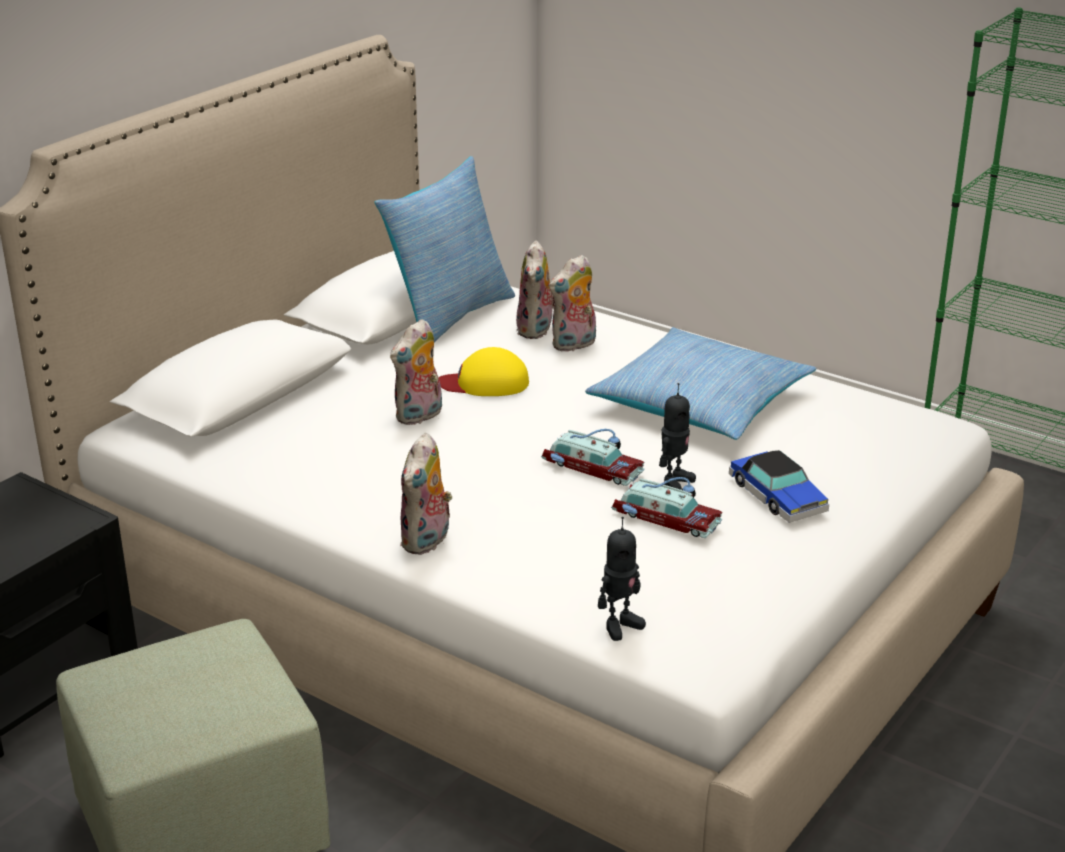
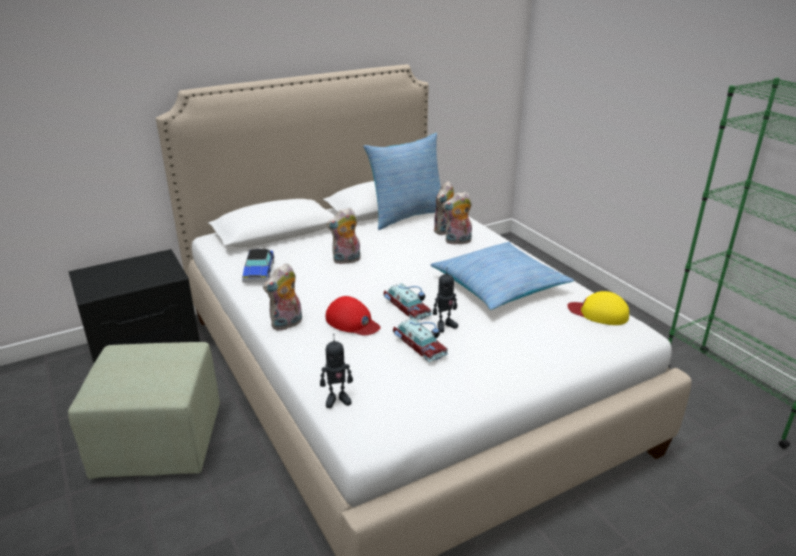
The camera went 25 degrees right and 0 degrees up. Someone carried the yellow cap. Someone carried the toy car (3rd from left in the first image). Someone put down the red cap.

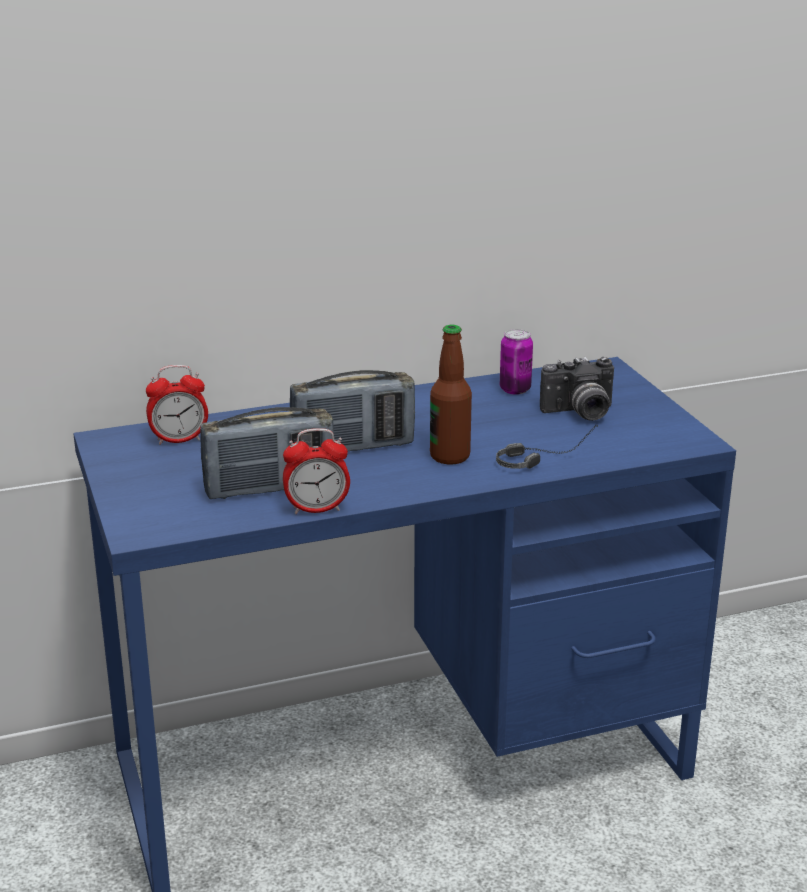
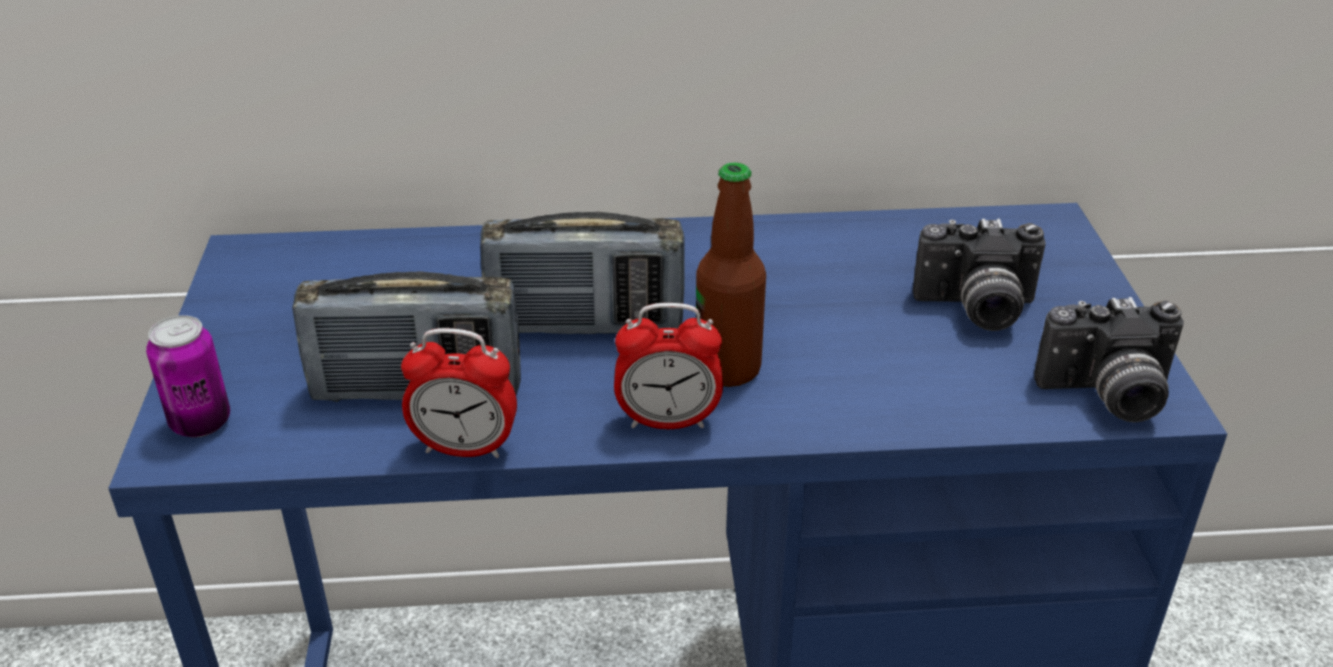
The camera went 15 degrees right and 10 degrees up. Someone carried the alarm clock (1st from left in the first image). Someone took away the headphones. Someone carried the can. Someone put down the photo camera (2nd from left).

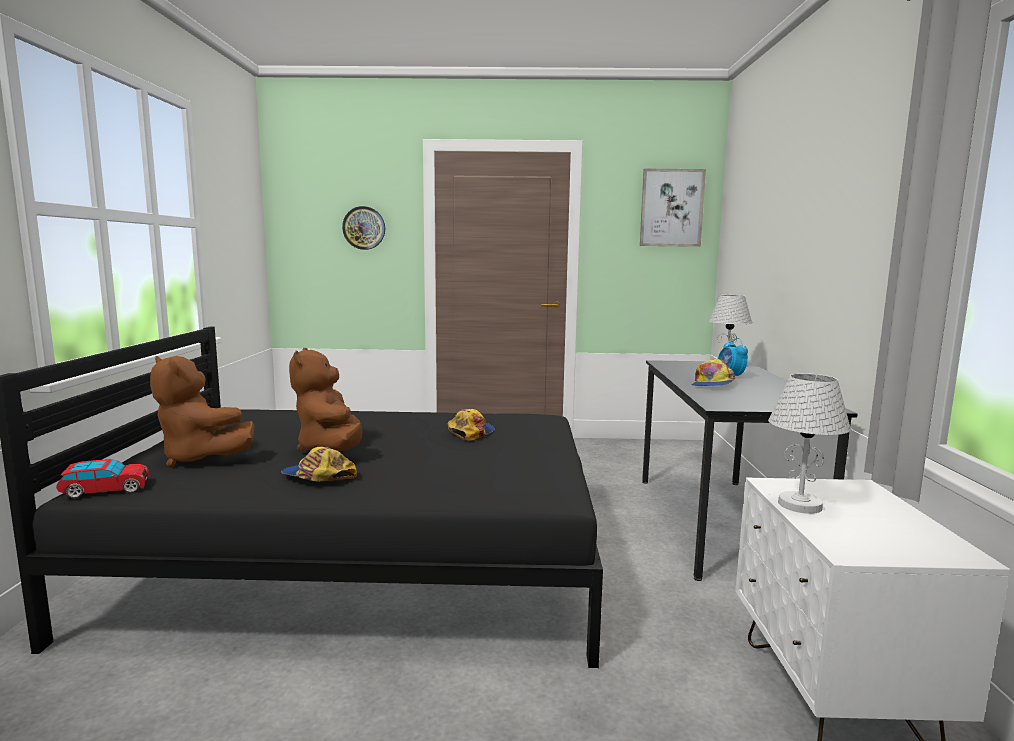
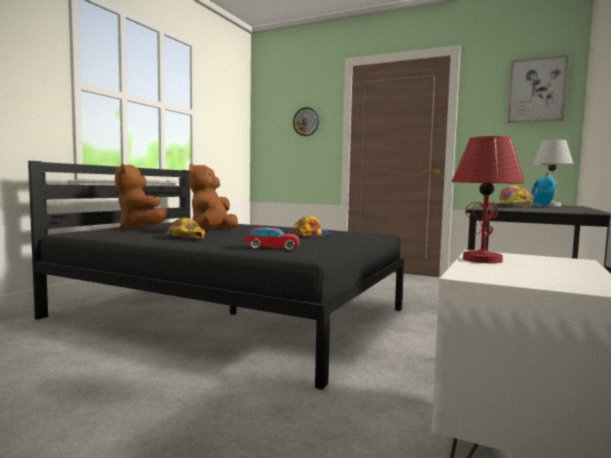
The camera went 25 degrees right and 5 degrees down. Someone carried the toy car. Someone repainted the white table lamp (2nd from left), which became the red table lamp.

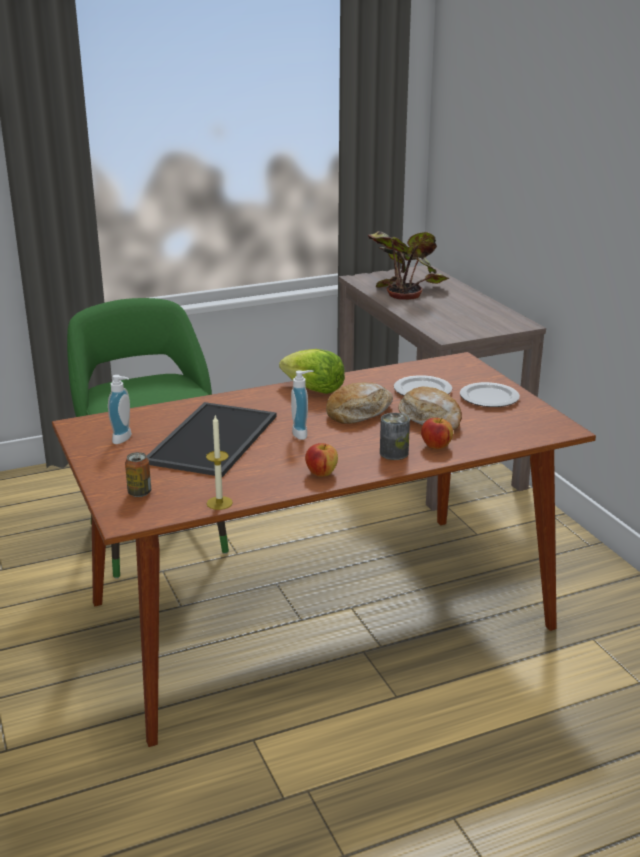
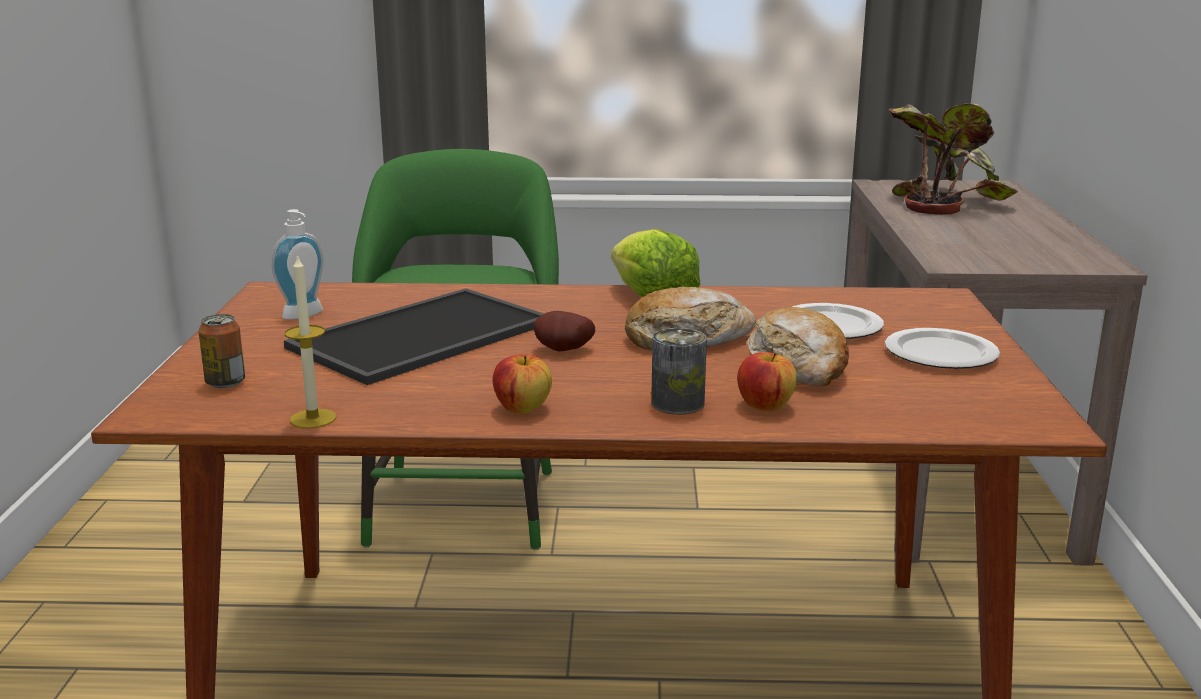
The camera went 25 degrees right and 5 degrees down. Someone swapped the soap dispenser (2nd from left) for the potato.

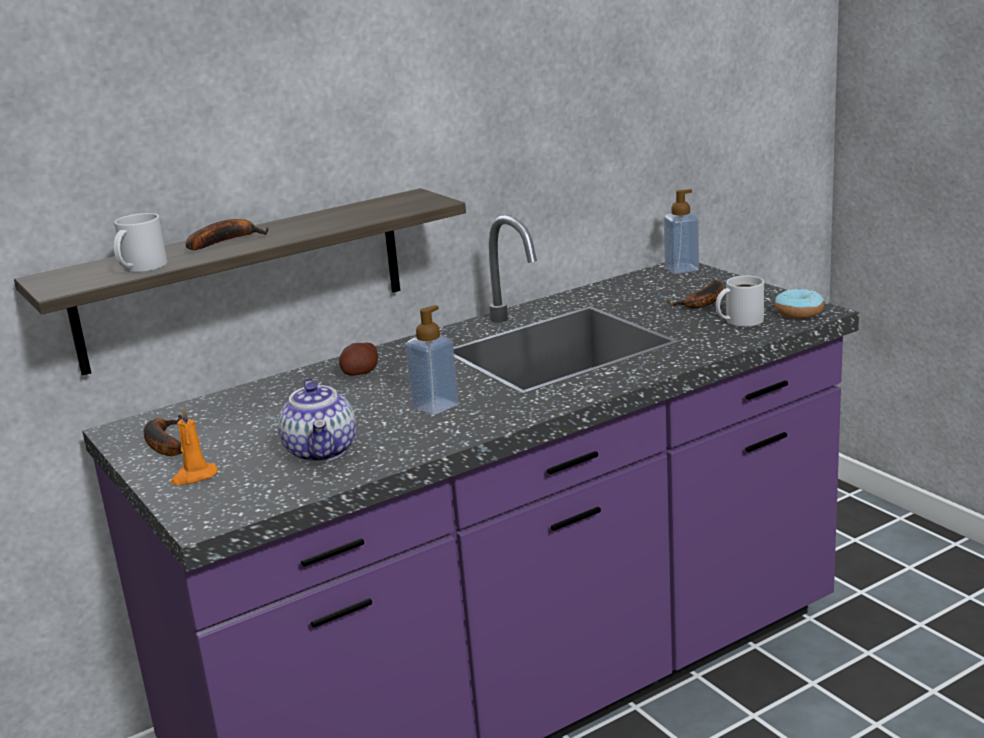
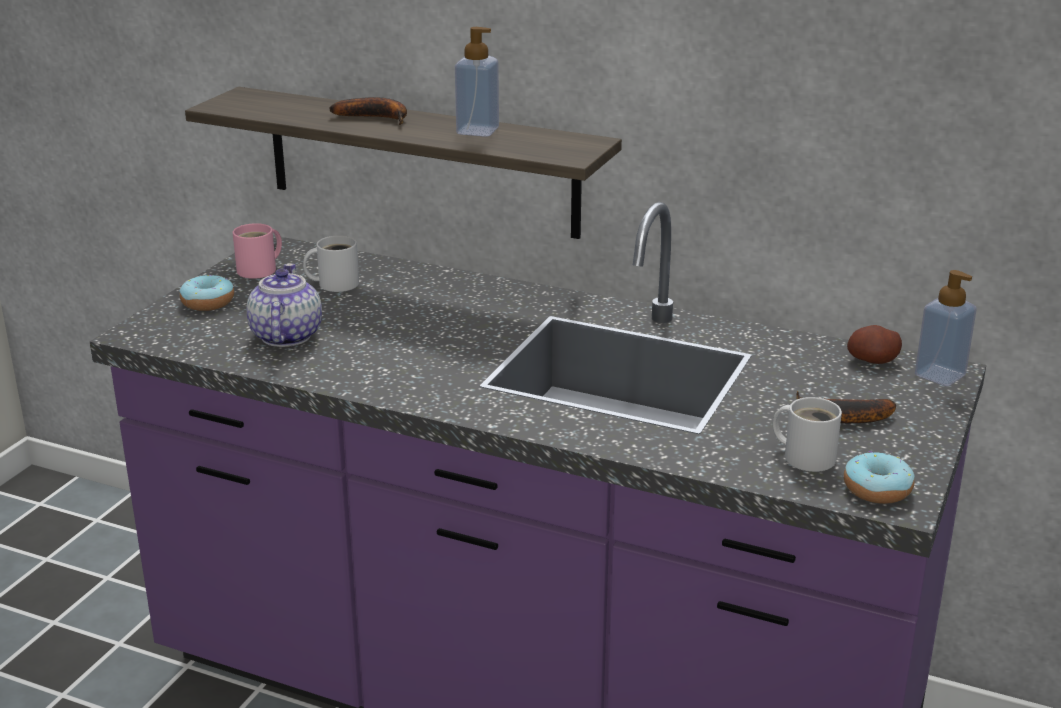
The camera went 55 degrees right and 5 degrees up. Someone carried the white mug (1st from left). Someone swapped the banana (1st from left) for the pink mug. Someone swapped the orange candle for the donut (1st from left). Someone rotated the teapot by 135 degrees clockwise. Someone carried the potato. Someone carried the soap dispenser (1st from left).

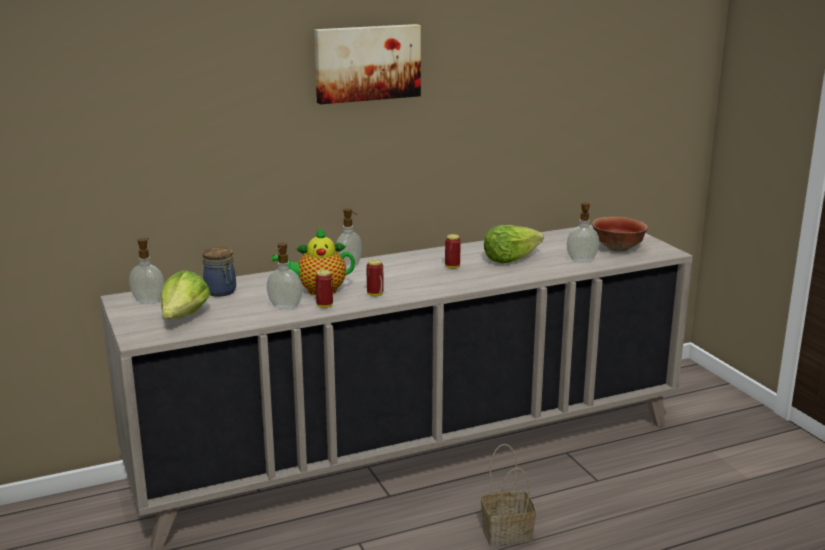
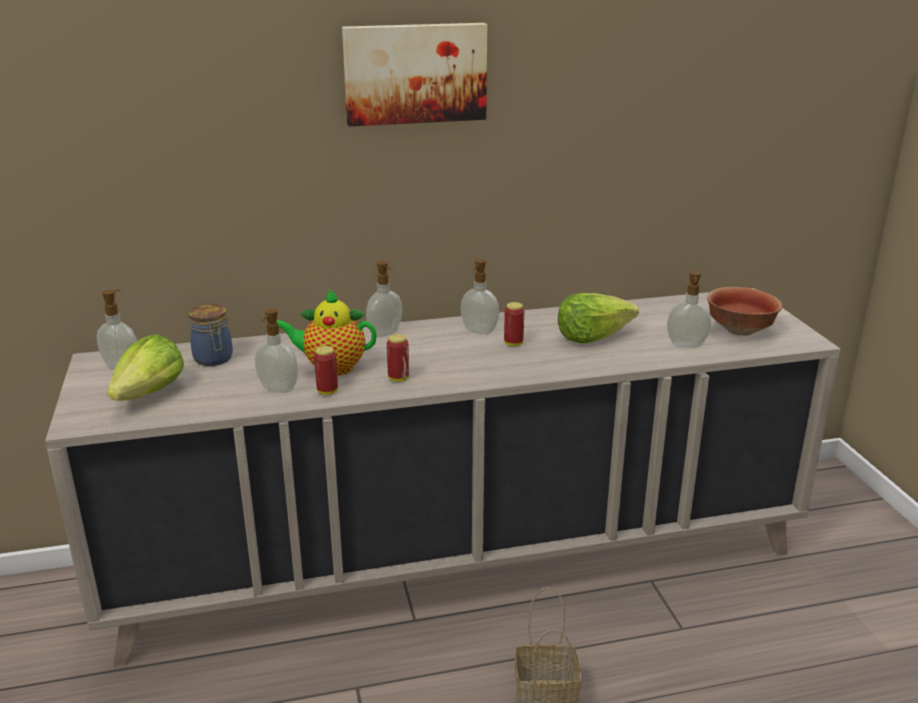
The camera went 10 degrees right and 5 degrees up. Someone put down the soap dispenser (4th from left).

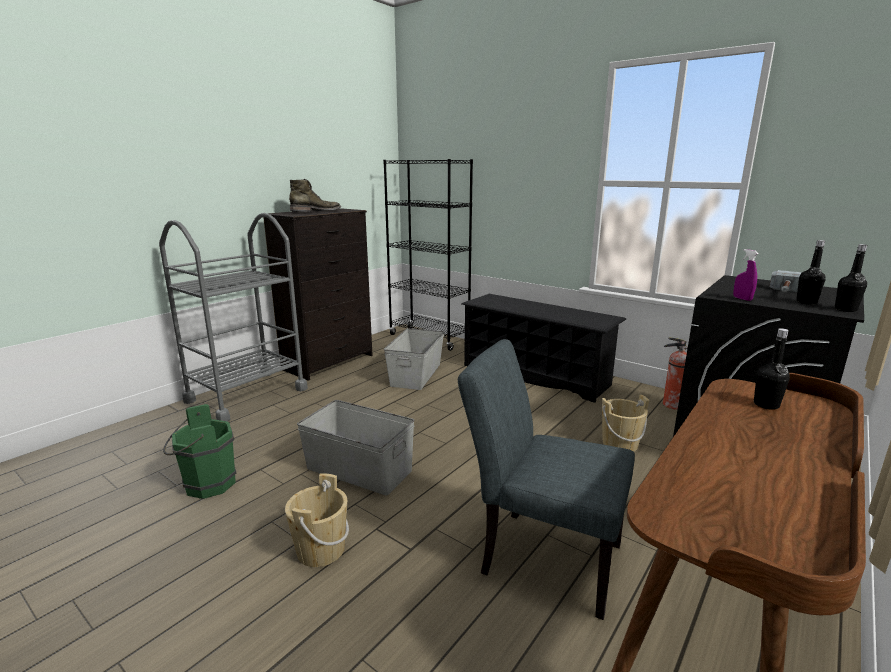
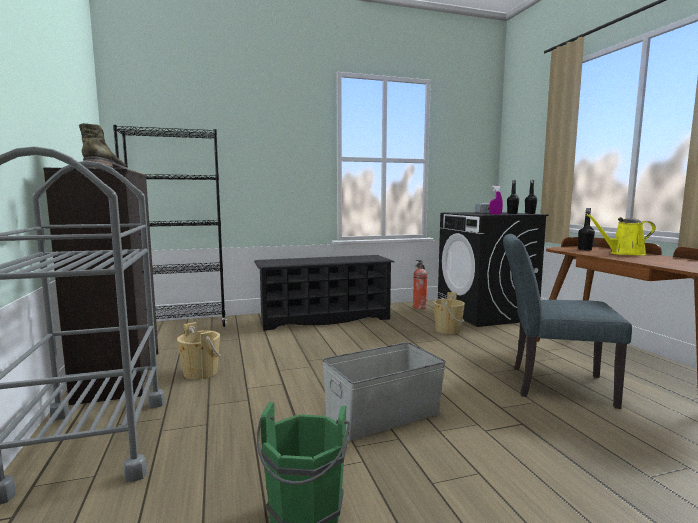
The camera went 55 degrees left and 10 degrees down. Someone carried the beige bucket (1st from left). Someone took away the grey storage box (2nd from left). Someone rotated the grey chair by 45 degrees clockwise. Someone put down the yellow watering can.

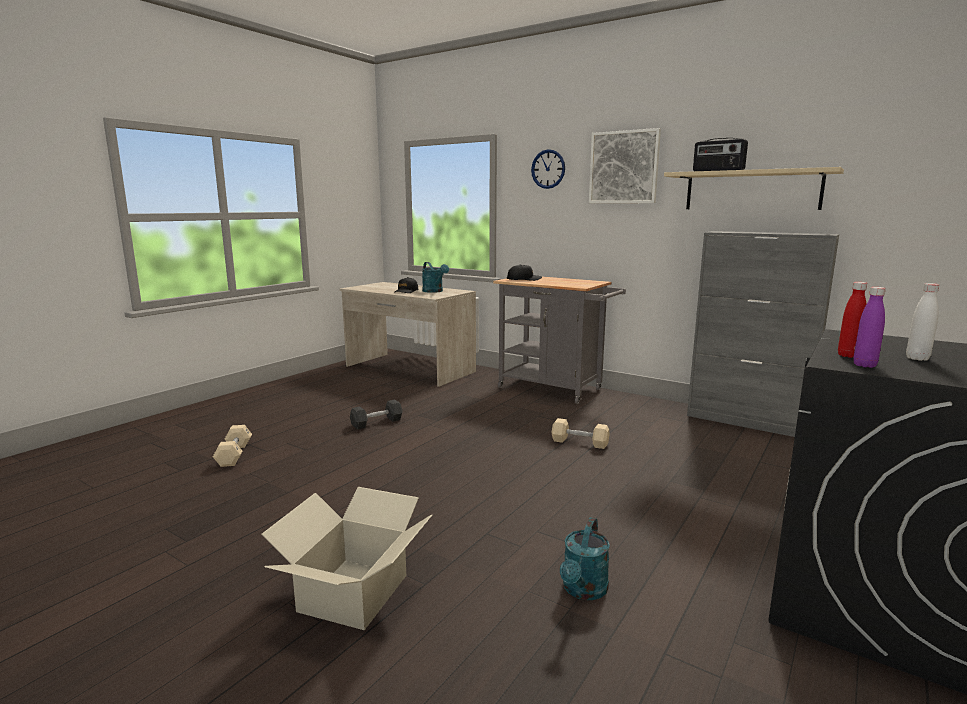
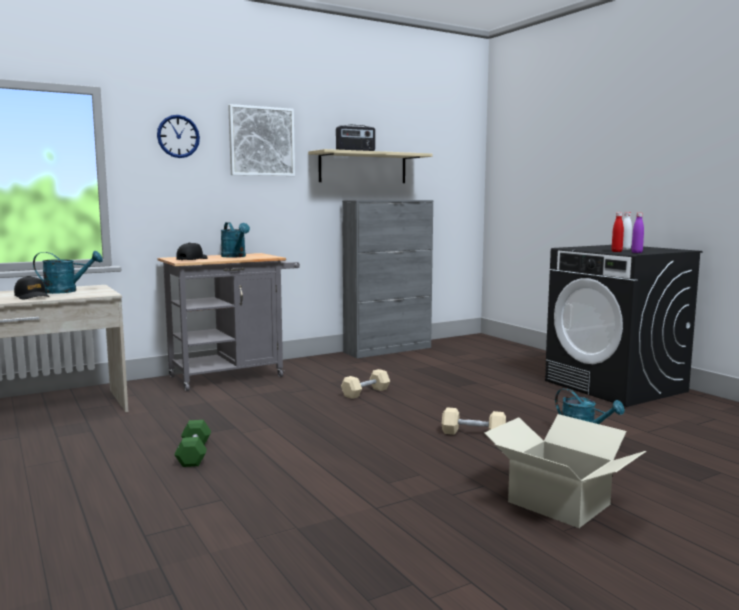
The camera went 65 degrees left and 5 degrees down. Someone carried the beige dumbbell (1st from left in the first image). Someone repainted the black dumbbell, which became the green dumbbell. Someone put down the turquoise watering can (2nd from left).

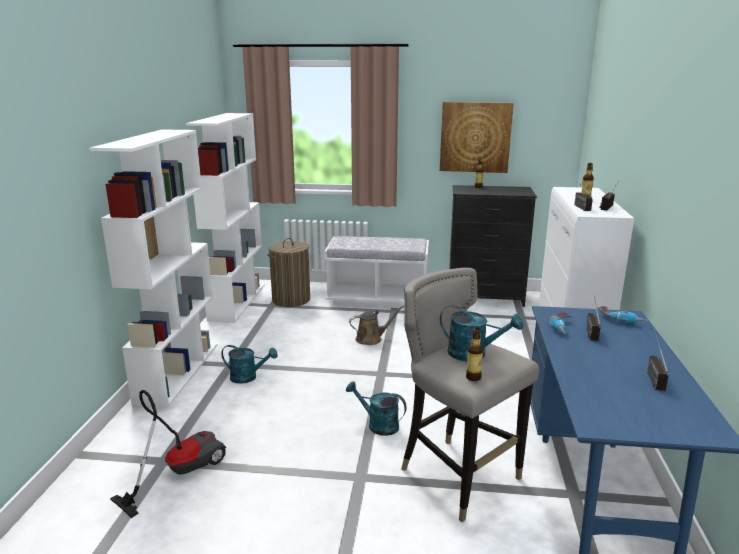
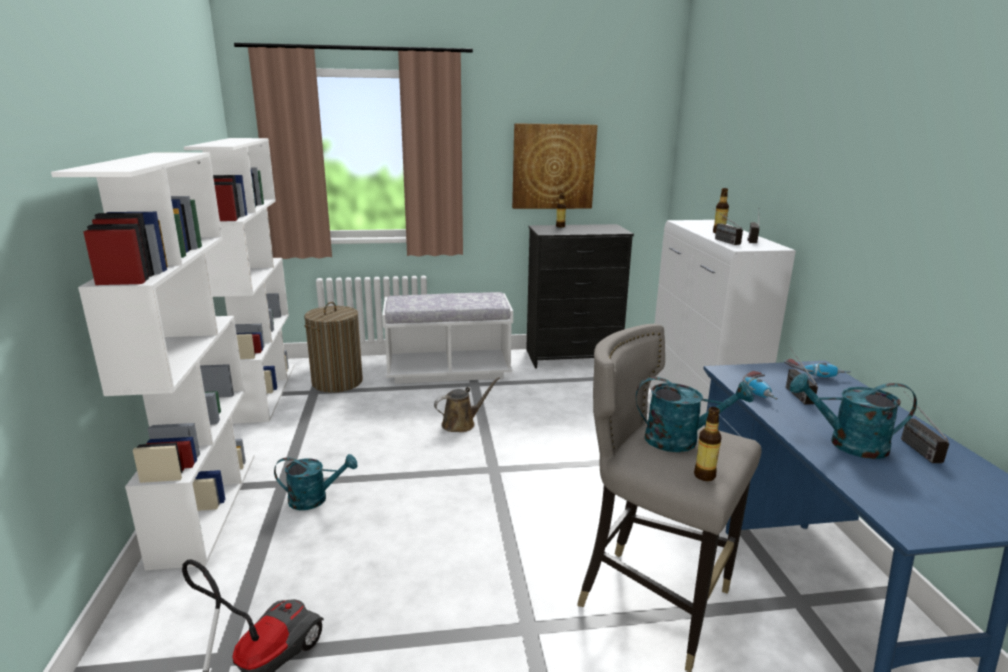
The camera went 15 degrees left and 0 degrees up. Someone carried the turquoise watering can (2nd from left in the first image).

